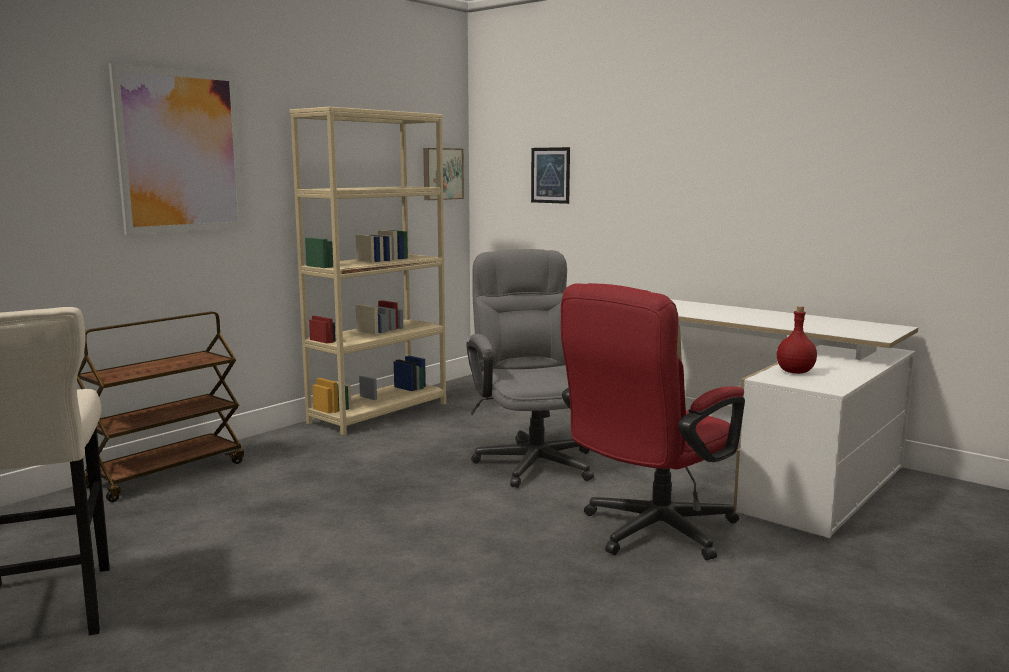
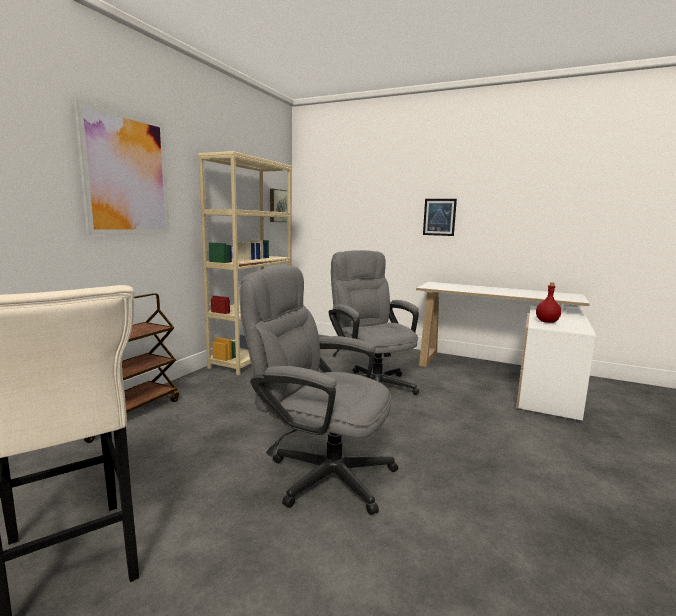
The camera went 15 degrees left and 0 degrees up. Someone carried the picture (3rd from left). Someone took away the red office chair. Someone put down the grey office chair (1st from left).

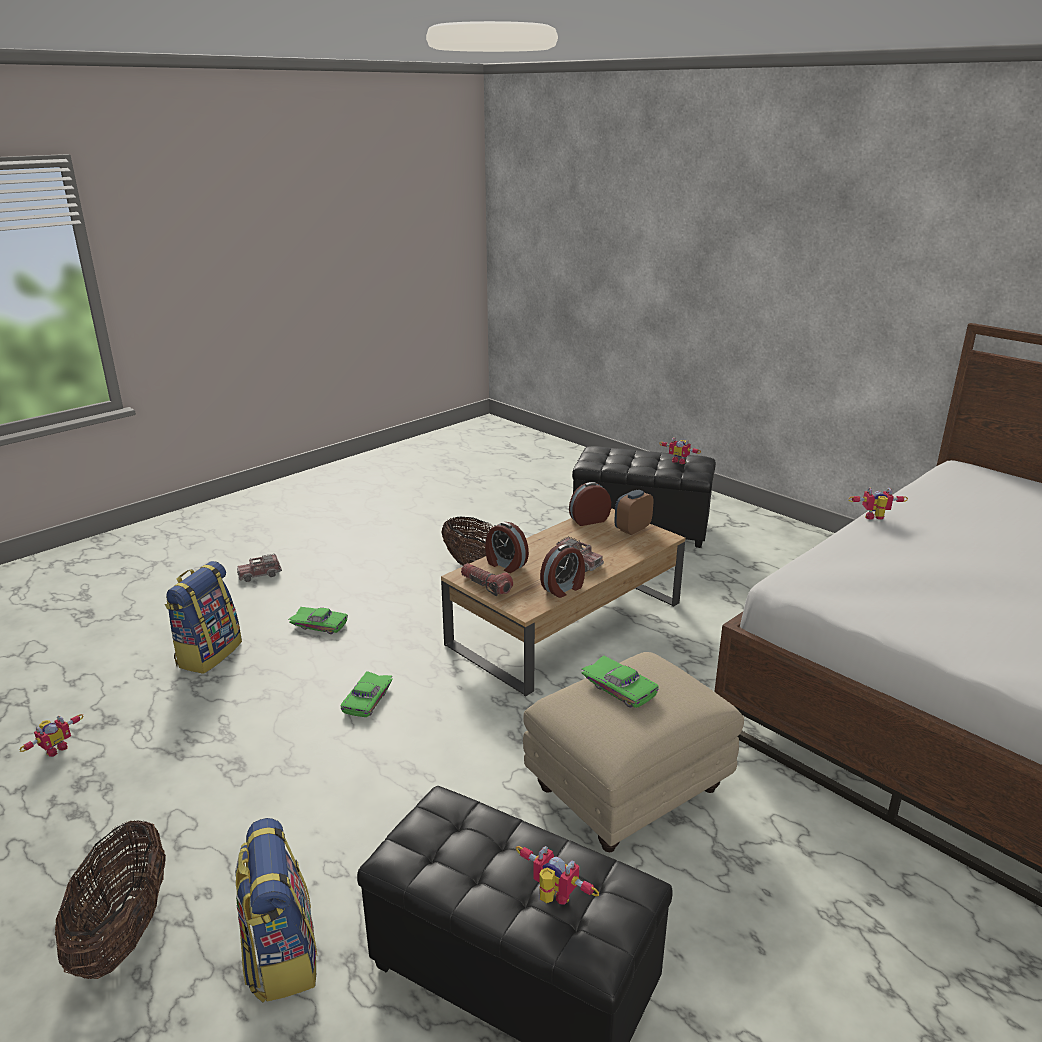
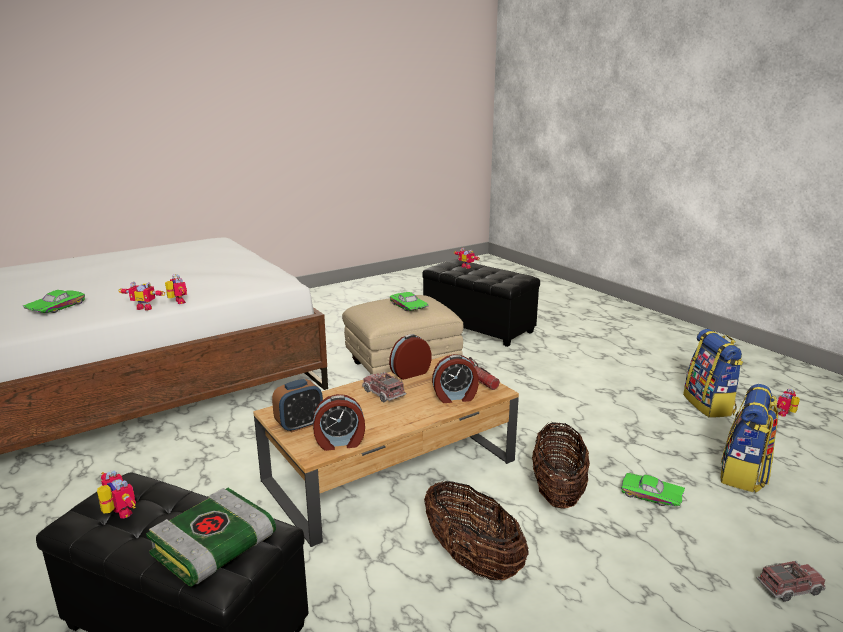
The camera went 170 degrees left and 5 degrees down. Someone carried the basket (1st from left in the first image). Someone carried the backpack (2nd from left in the first image). Someone carried the green toy car (2nd from left in the first image). Someone rotated the alarm clock (1st from left in the first image) by 120 degrees clockwise. Someone put down the book. Someone put down the toy robot (3rd from left).

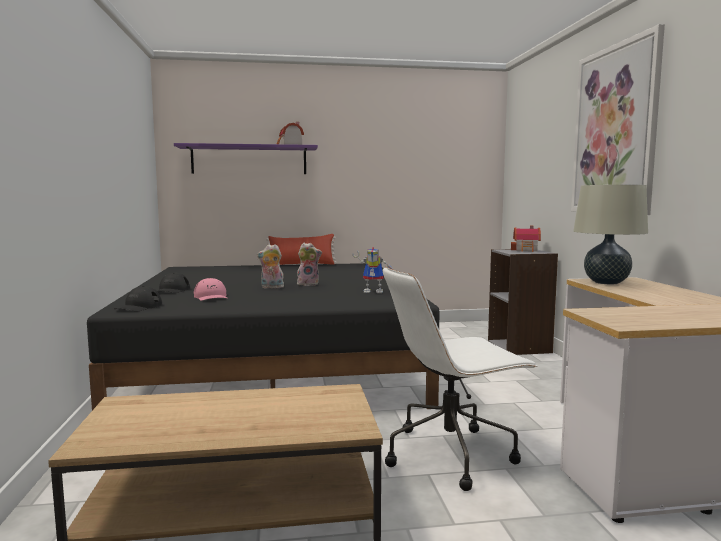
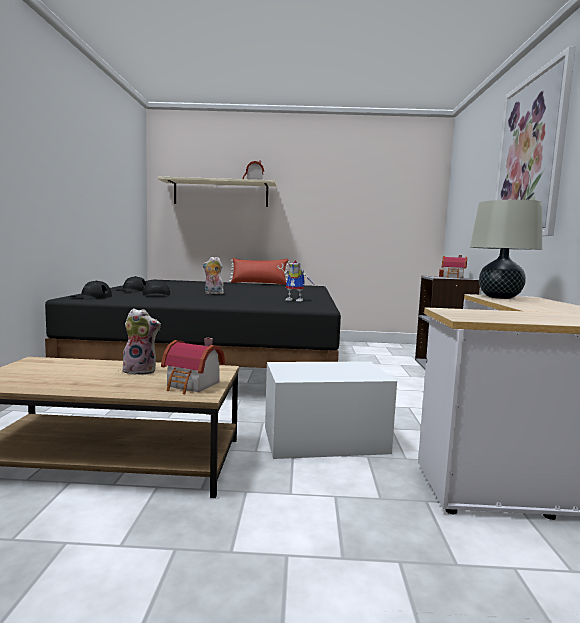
The camera went 10 degrees right and 0 degrees up. Someone repainted the purple shelf, which became the beige shelf. Someone repainted the pink cap, which became the black cap (3rd from left). Someone carried the plush toy (2nd from left in the first image). Someone swapped the white office chair for the white storage box. Someone put down the toy house (1st from left).

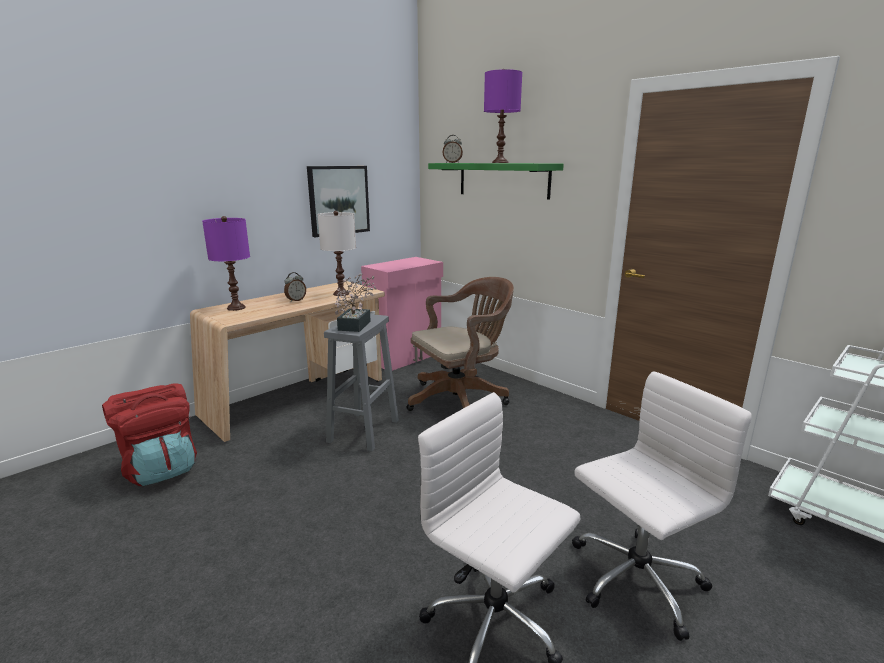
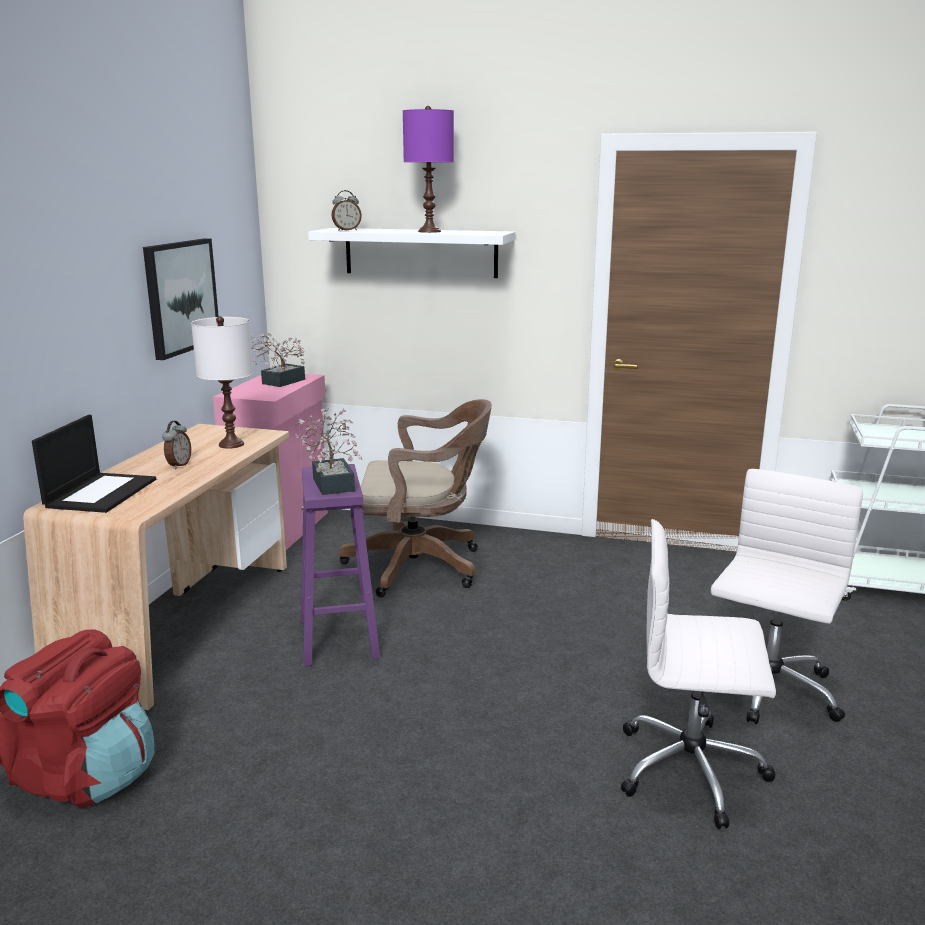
The camera went 30 degrees left and 0 degrees up. Someone swapped the purple table lamp (1st from left) for the laptop. Someone repainted the grey stool, which became the purple stool. Someone rotated the brown office chair by 60 degrees clockwise. Someone repainted the green shelf, which became the white shelf. Someone put down the potted plant (1st from left).

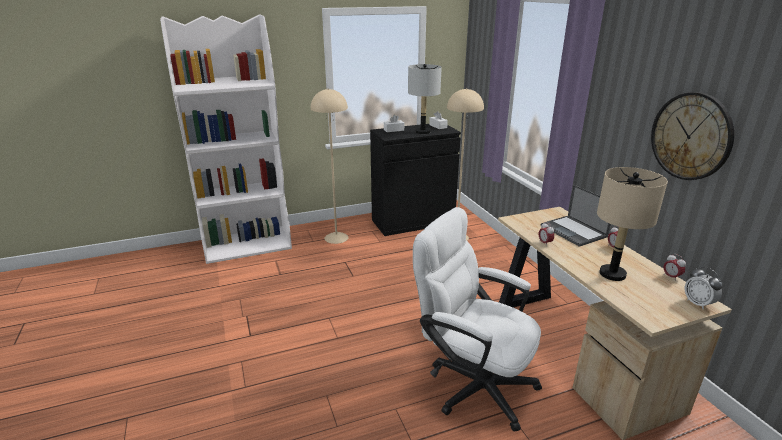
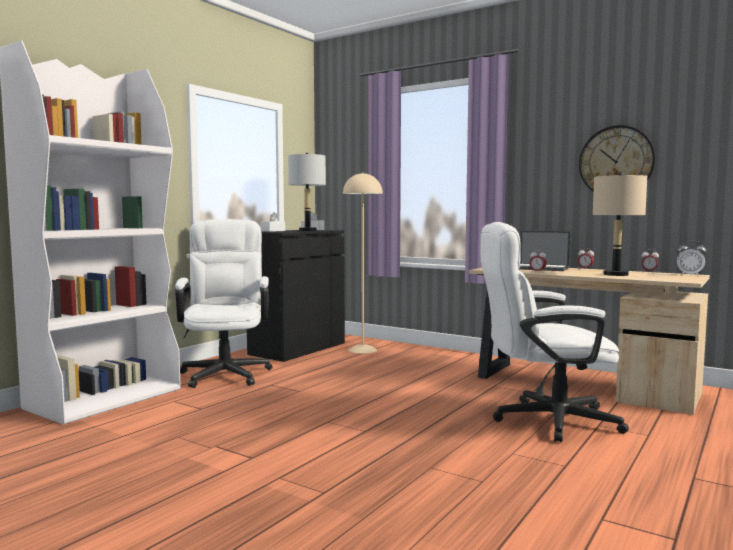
The camera went 35 degrees left and 20 degrees down. Someone swapped the beige floor lamp (1st from left) for the white office chair (1st from left).

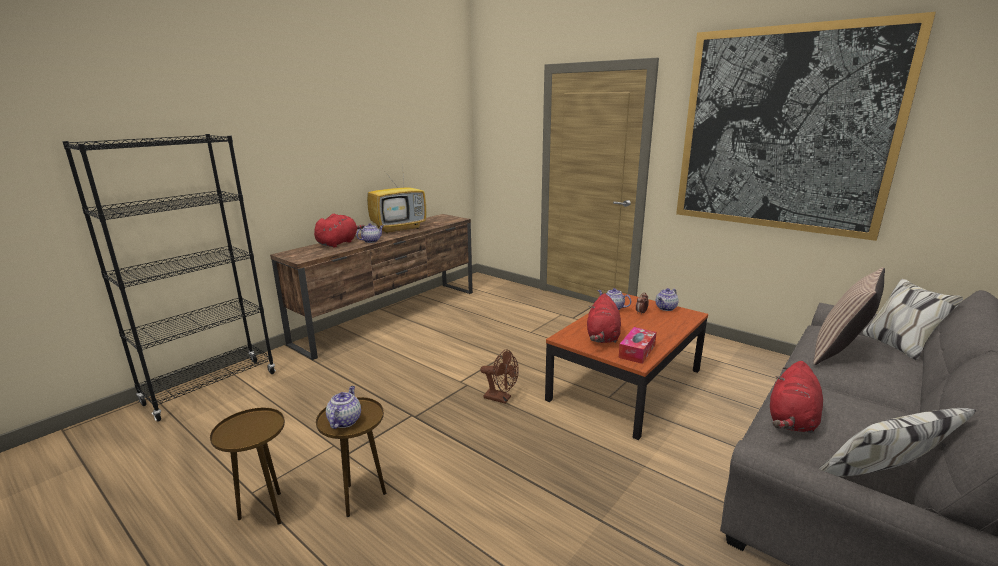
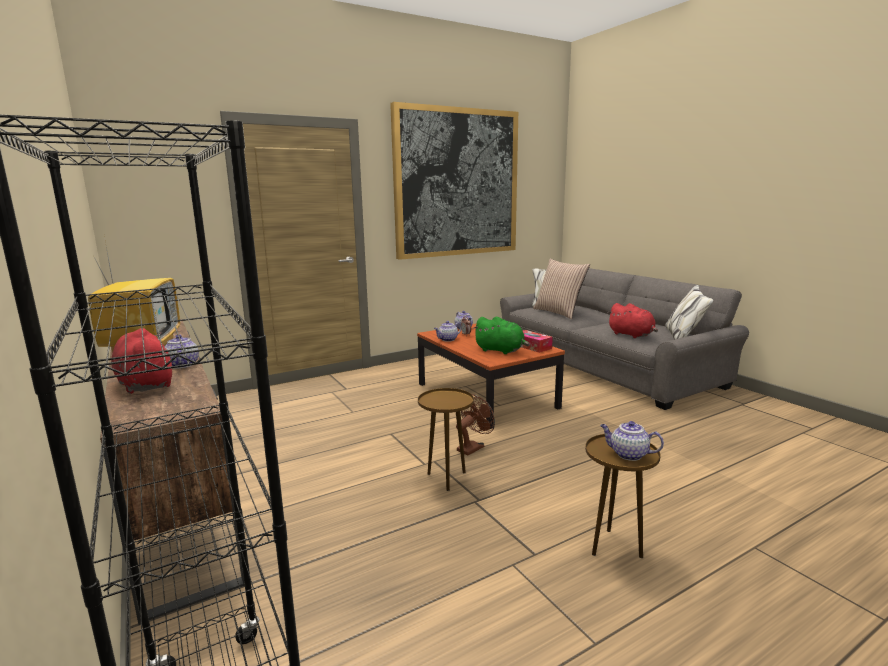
The camera went 70 degrees left and 5 degrees down. Someone carried the brown side table (1st from left). Someone repainted the red plush toy (2nd from left), which became the green plush toy.

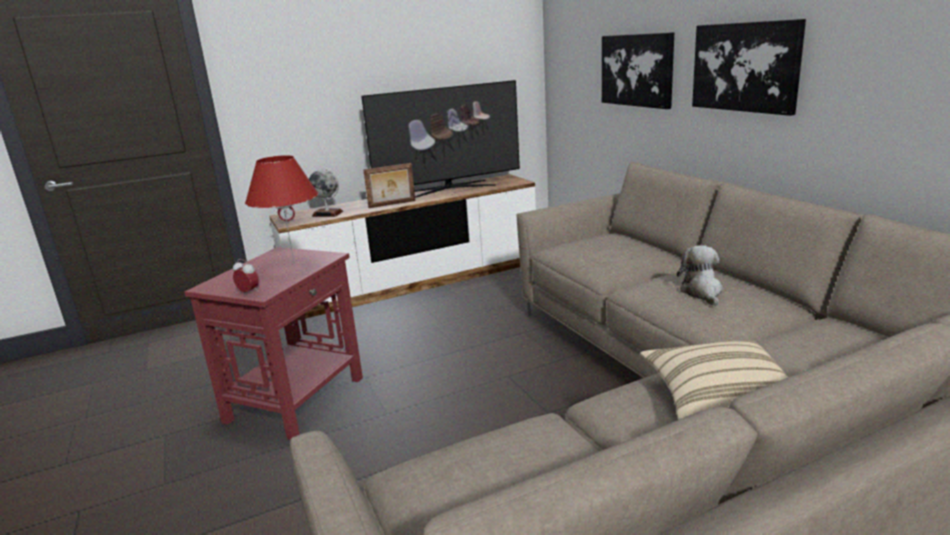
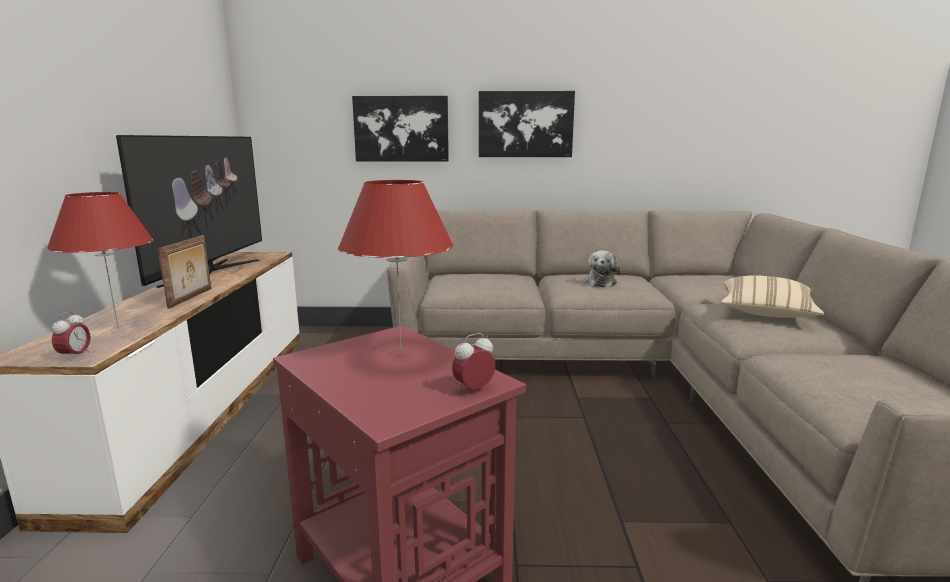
The camera went 65 degrees left and 5 degrees down. Someone swapped the globe for the red table lamp (1st from left). Someone rotated the plush toy by 105 degrees counterclockwise.

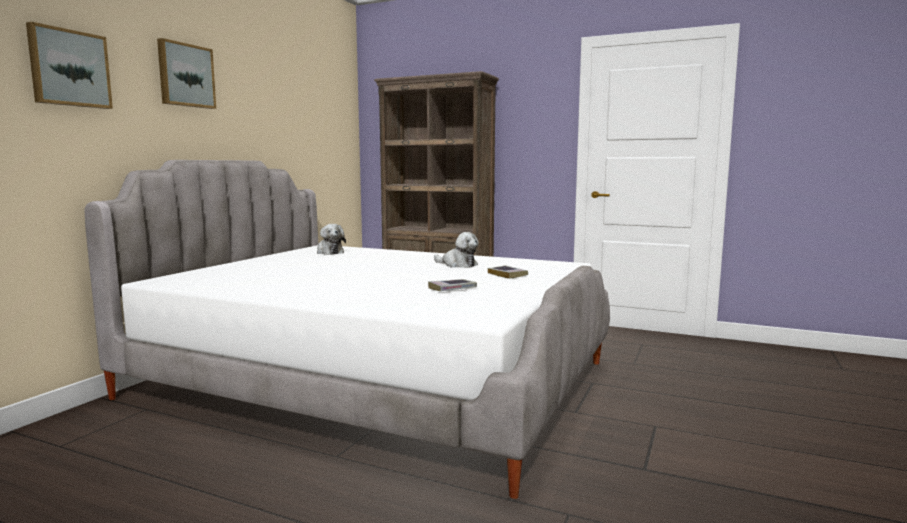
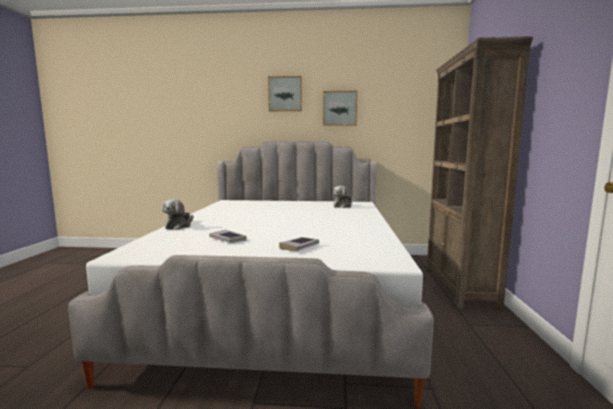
The camera went 70 degrees right and 0 degrees up. Someone carried the picture (1st from left in the first image). Someone carried the plush toy (2nd from left in the first image).

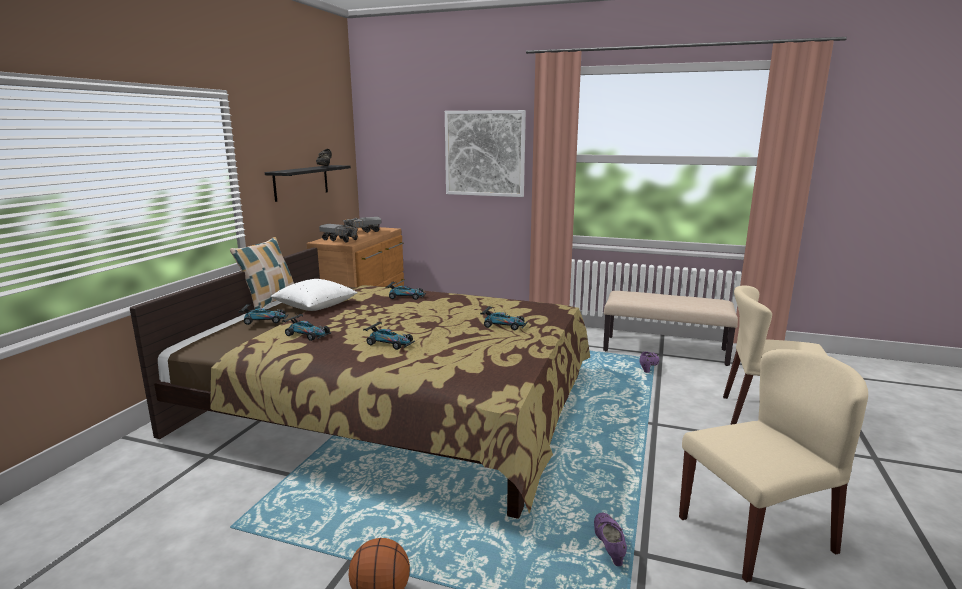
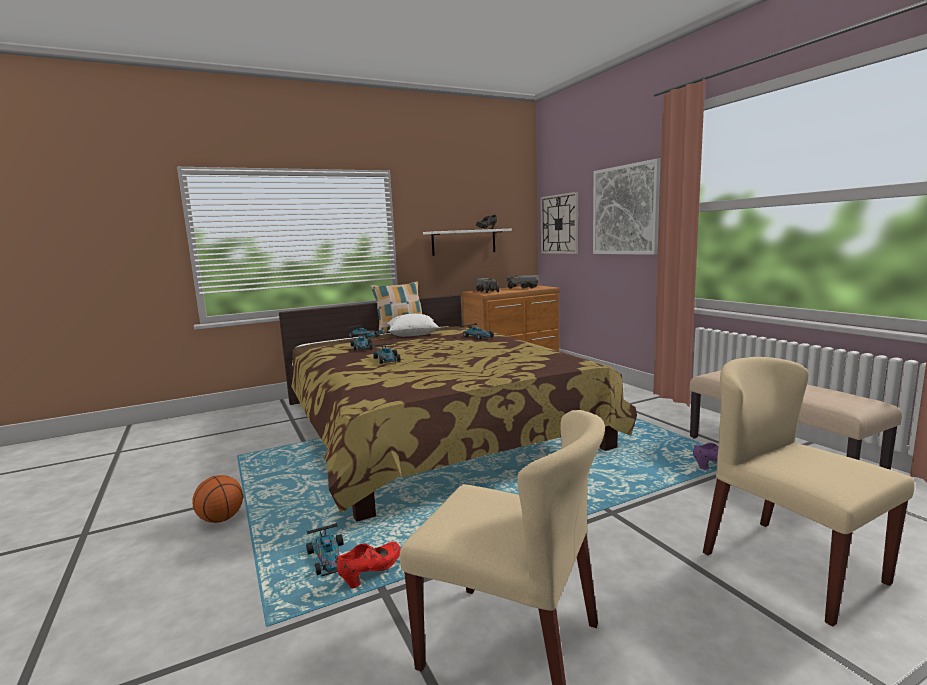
The camera went 45 degrees right and 5 degrees down. Someone repainted the black shelf, which became the white shelf. Someone carried the toy car (5th from left in the first image). Someone repainted the purple shoe (1st from left), which became the red shoe. Someone put up the wall clock.

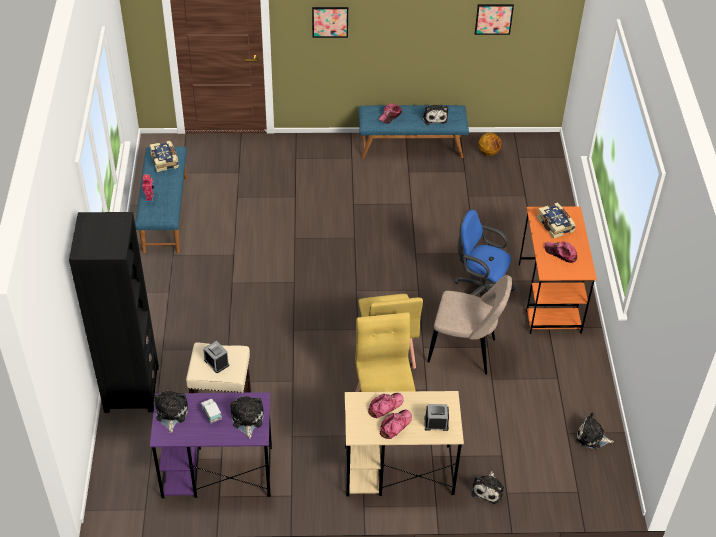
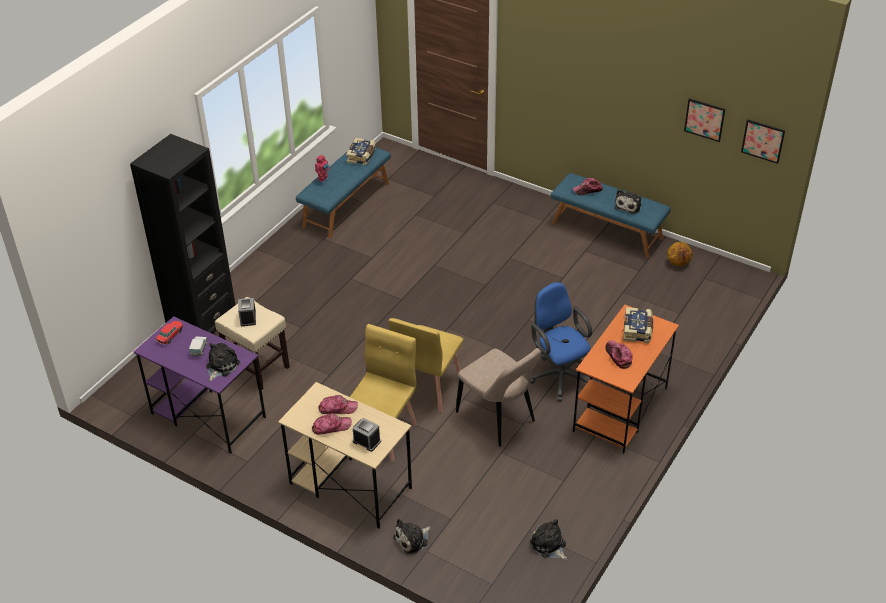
The camera went 35 degrees right and 5 degrees down. Someone swapped the plush toy (1st from left) for the toy car. Someone carried the picture (1st from left in the first image).

